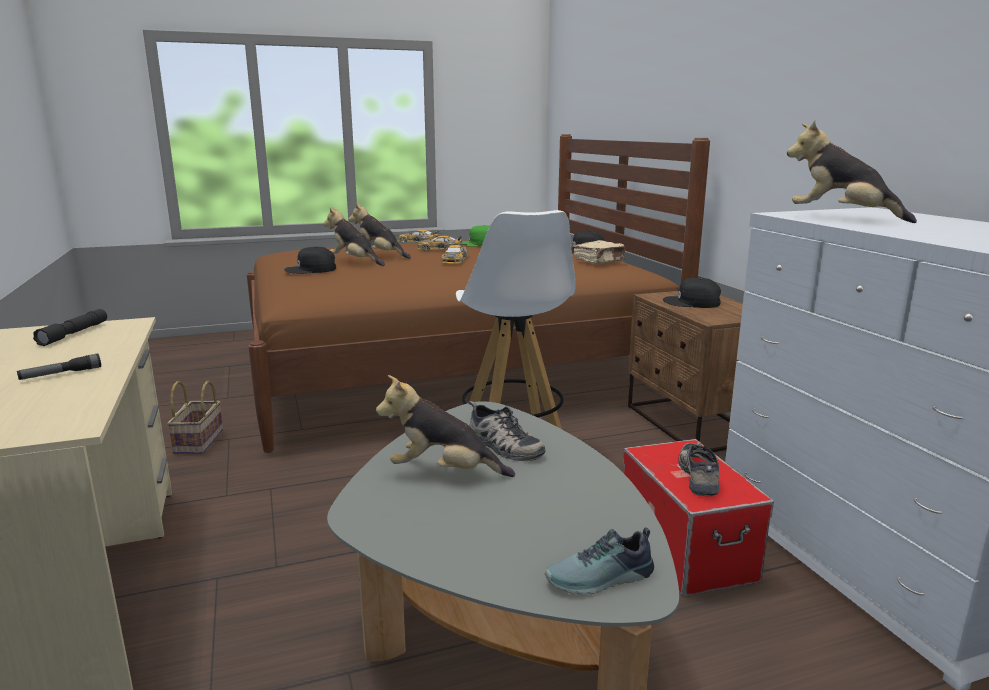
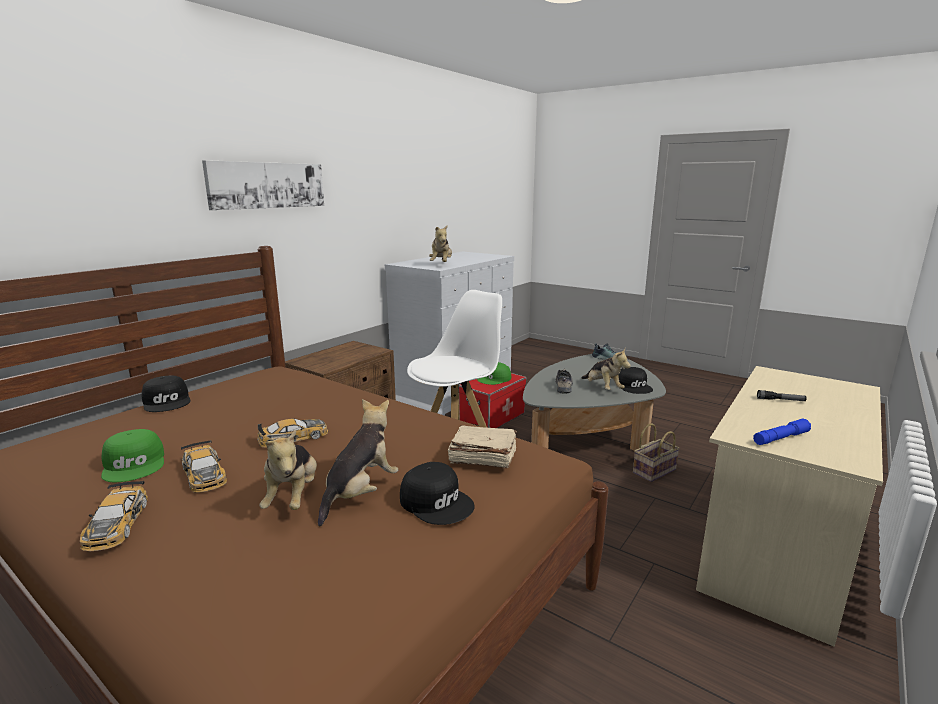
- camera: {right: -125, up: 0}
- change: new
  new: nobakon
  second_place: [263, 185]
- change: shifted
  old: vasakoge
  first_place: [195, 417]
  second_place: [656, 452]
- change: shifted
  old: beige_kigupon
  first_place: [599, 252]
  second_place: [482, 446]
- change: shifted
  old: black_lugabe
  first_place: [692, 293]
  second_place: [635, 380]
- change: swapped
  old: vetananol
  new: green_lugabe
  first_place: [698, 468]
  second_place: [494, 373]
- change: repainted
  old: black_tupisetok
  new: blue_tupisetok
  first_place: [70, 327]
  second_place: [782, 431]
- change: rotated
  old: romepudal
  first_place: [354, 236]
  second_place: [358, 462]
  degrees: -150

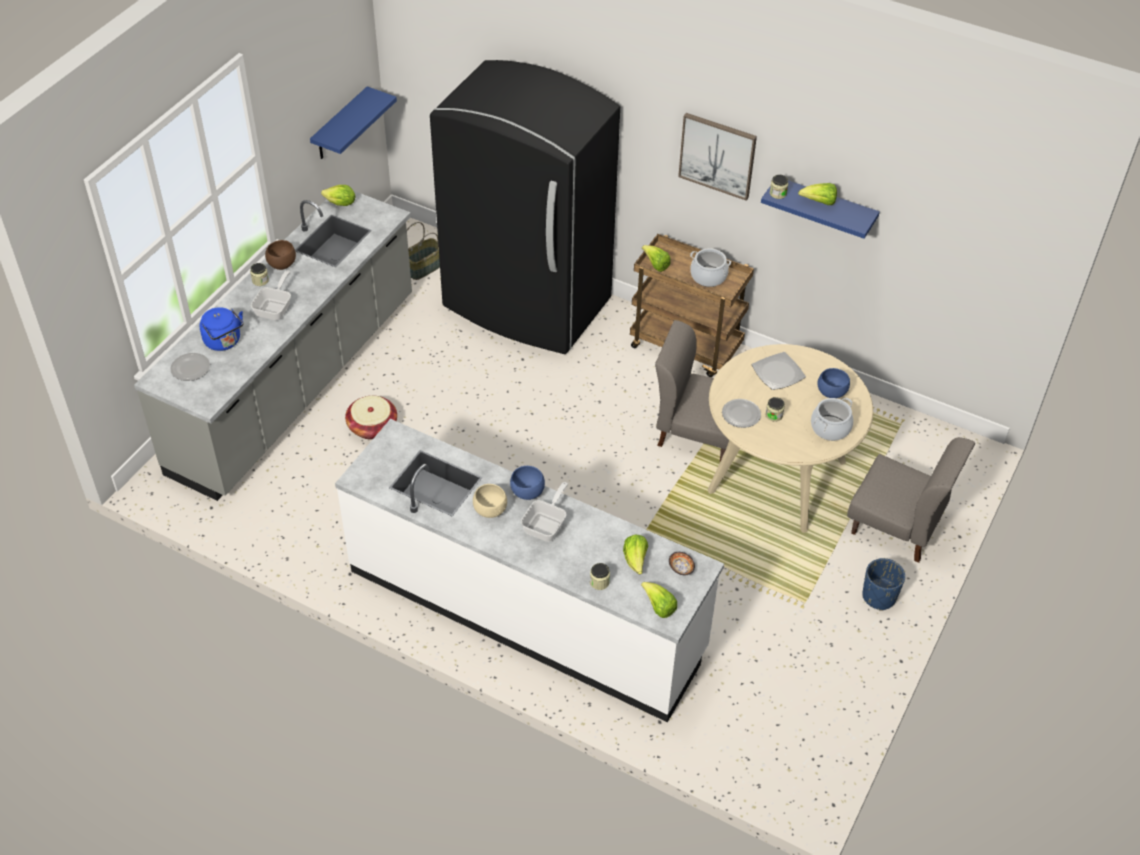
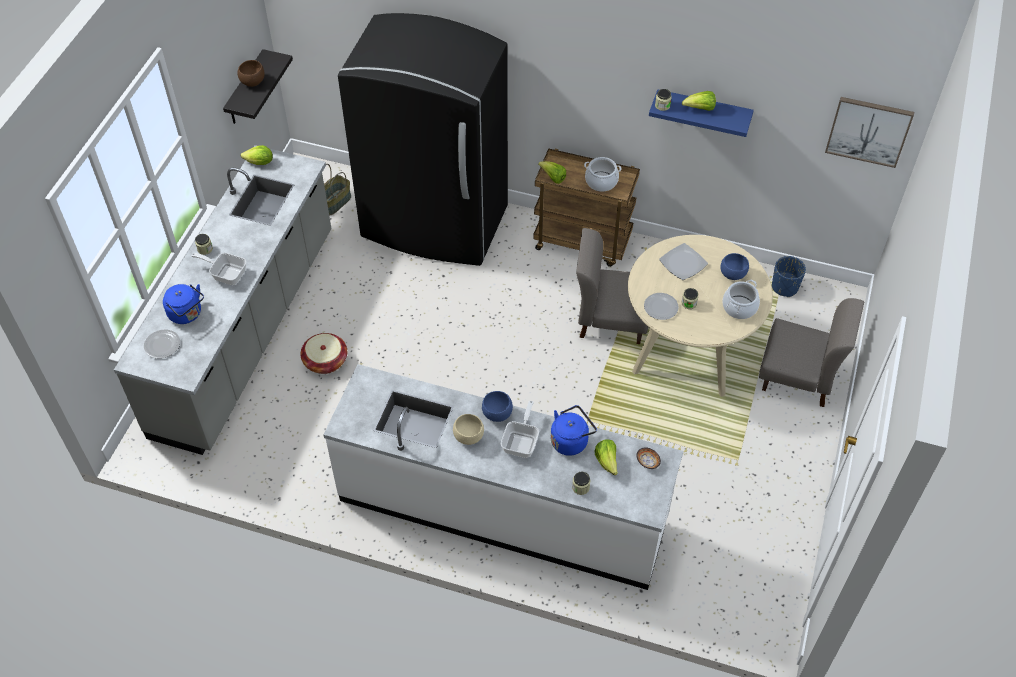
- camera: {right: -10, up: 5}
- change: gone
  old: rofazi
  first_place: [659, 600]
- change: new
  new: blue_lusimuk
  second_place: [574, 430]
- change: shifted
  old: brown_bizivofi
  first_place: [280, 255]
  second_place: [251, 73]
- change: shifted
  old: nobakon
  first_place: [717, 157]
  second_place: [869, 132]
- change: shifted
  old: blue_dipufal
  first_place: [883, 584]
  second_place: [789, 276]
- change: repainted
  old: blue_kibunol
  new: black_kibunol
  first_place: [353, 122]
  second_place: [258, 86]
- change: rotated
  old: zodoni
  first_place: [271, 295]
  second_place: [219, 269]
  degrees: -75

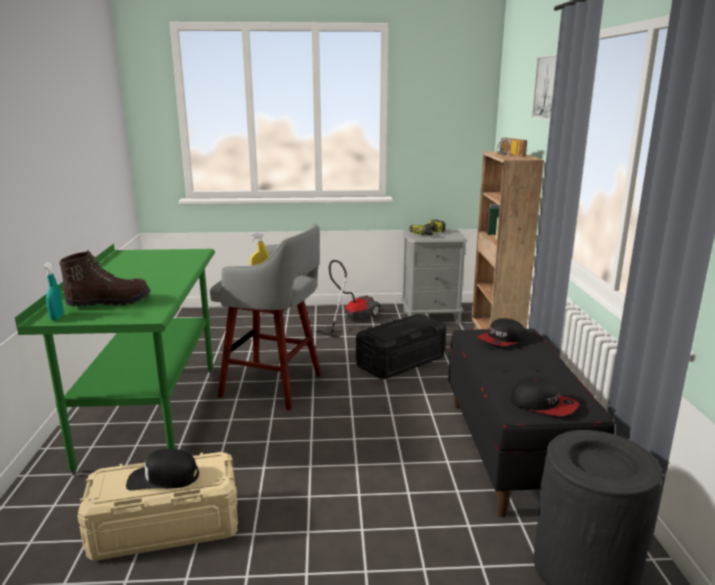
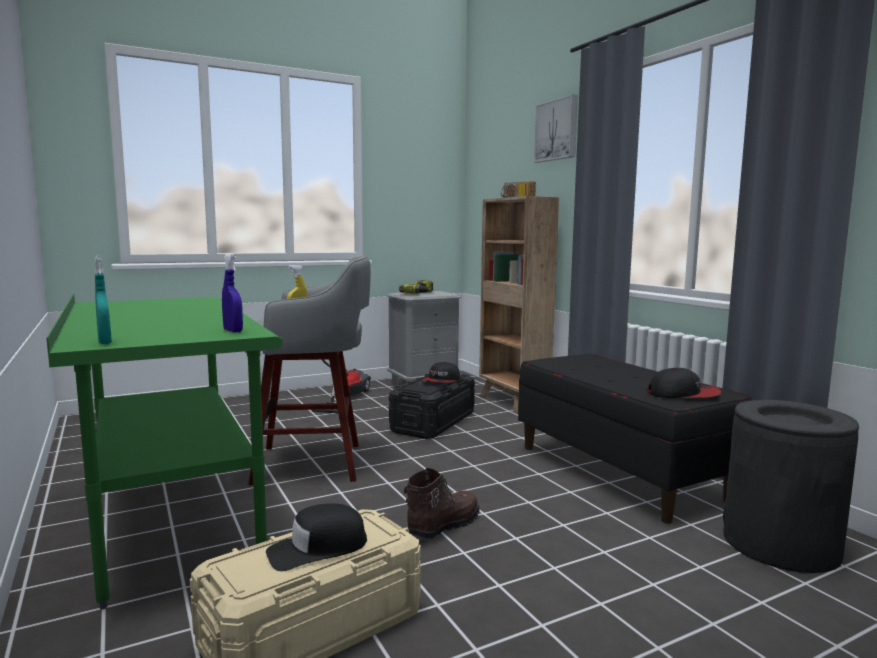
- camera: {right: -25, up: -10}
- change: new
  new: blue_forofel
  second_place: [232, 293]
- change: shifted
  old: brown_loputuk
  first_place: [105, 278]
  second_place: [442, 504]
- change: shifted
  old: lugabe
  first_place: [501, 332]
  second_place: [441, 372]

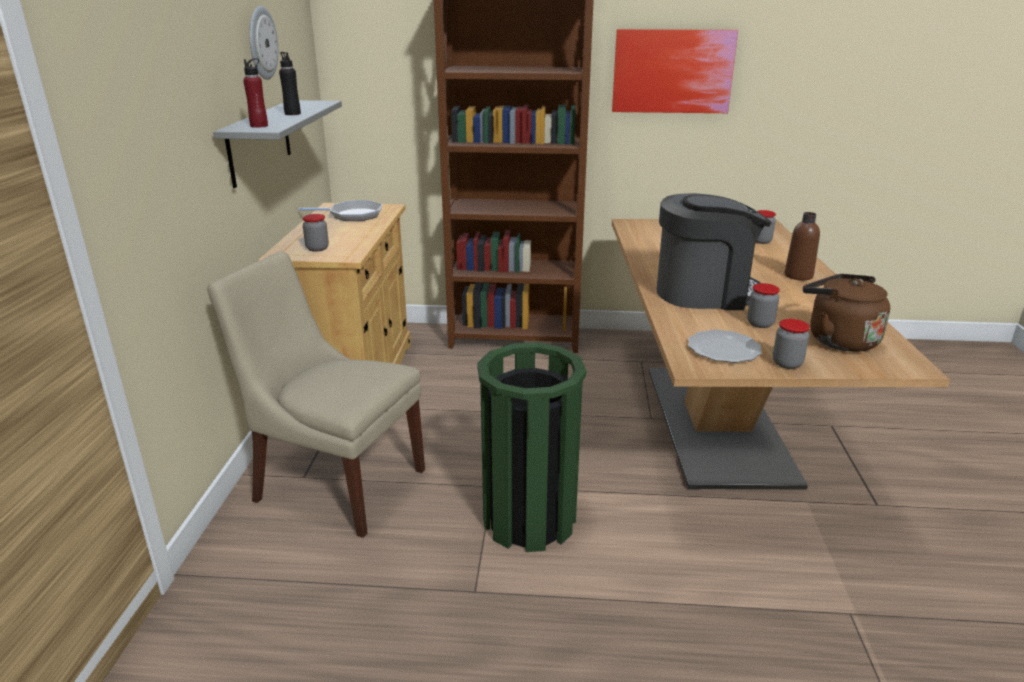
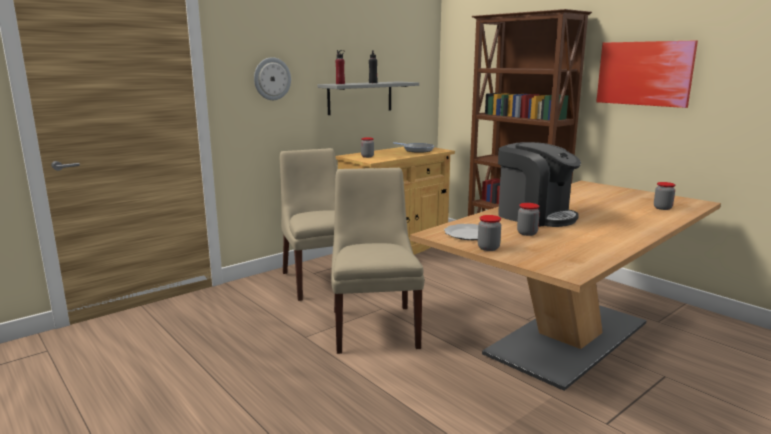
- camera: {right: 45, up: -10}
- change: gone
  old: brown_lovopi
  first_place: [802, 246]
- change: gone
  old: brown_lusimuk
  first_place: [846, 313]
- change: shifted
  old: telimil
  first_place: [263, 43]
  second_place: [272, 78]
- change: swapped
  old: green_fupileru
  new: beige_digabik
  first_place: [531, 447]
  second_place: [377, 261]

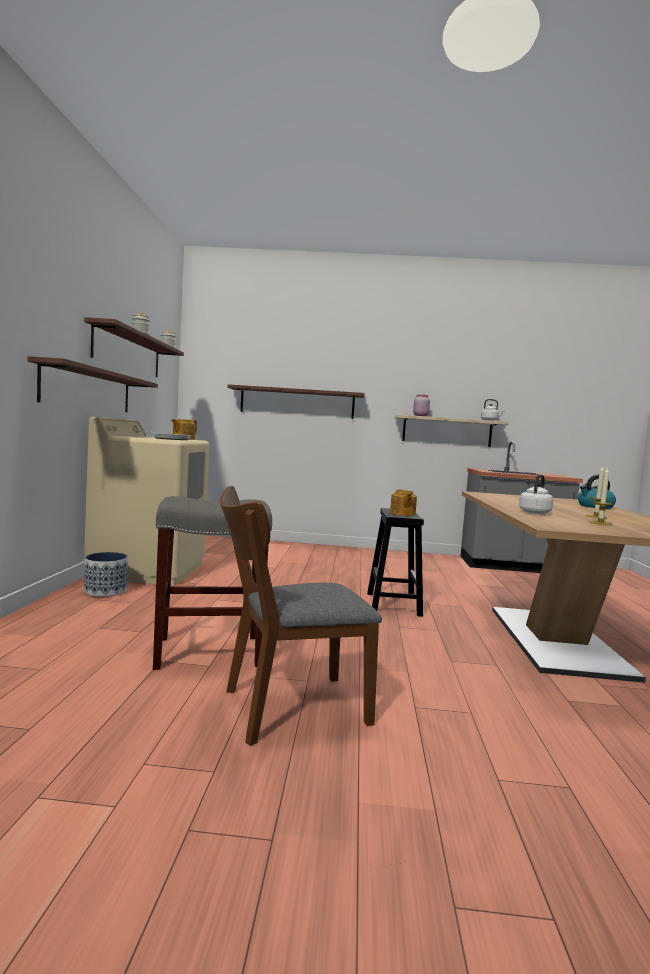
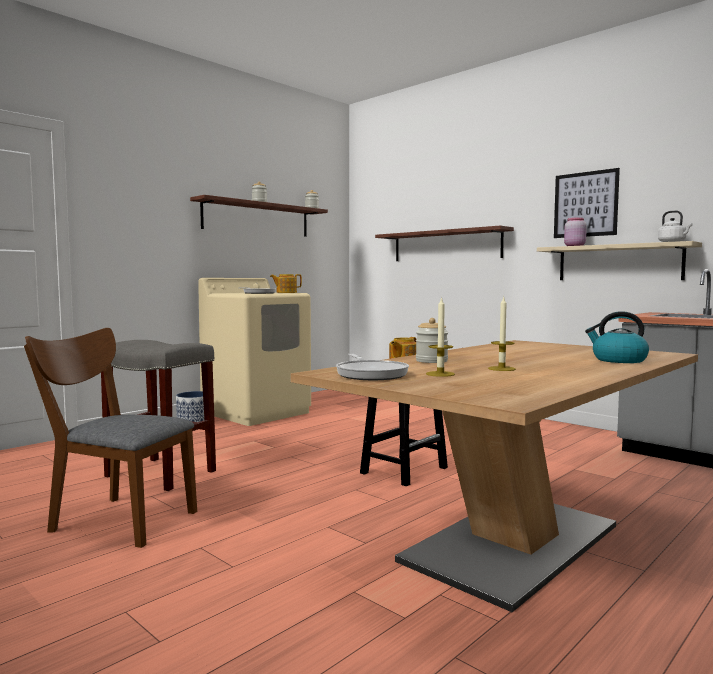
- camera: {right: 40, up: 0}
- change: gone
  old: kibunol
  first_place: [92, 384]
- change: new
  new: zodoni
  second_place: [372, 367]
- change: new
  new: nobakon
  second_place: [587, 203]
- change: swapped
  old: white_lusimuk
  new: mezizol
  first_place: [536, 494]
  second_place: [432, 340]

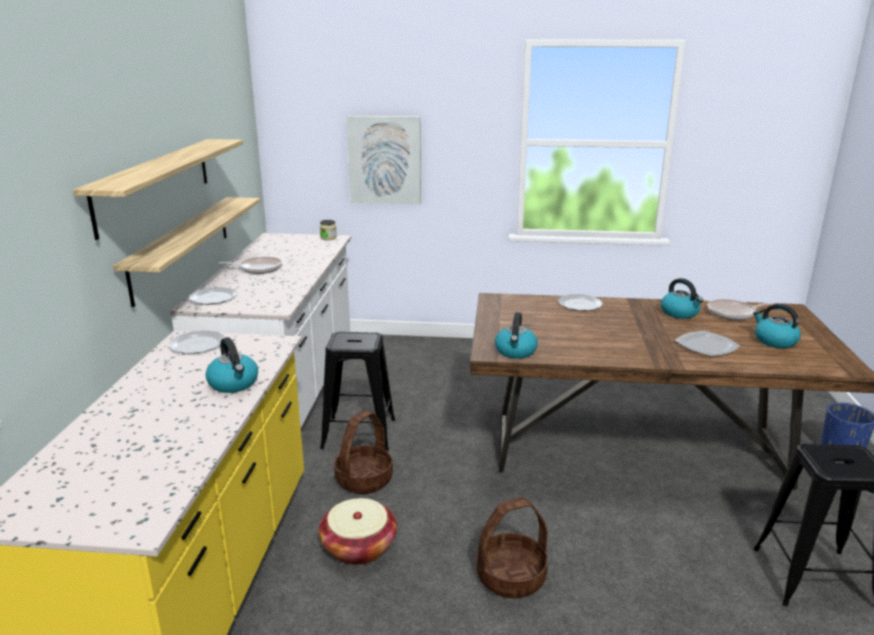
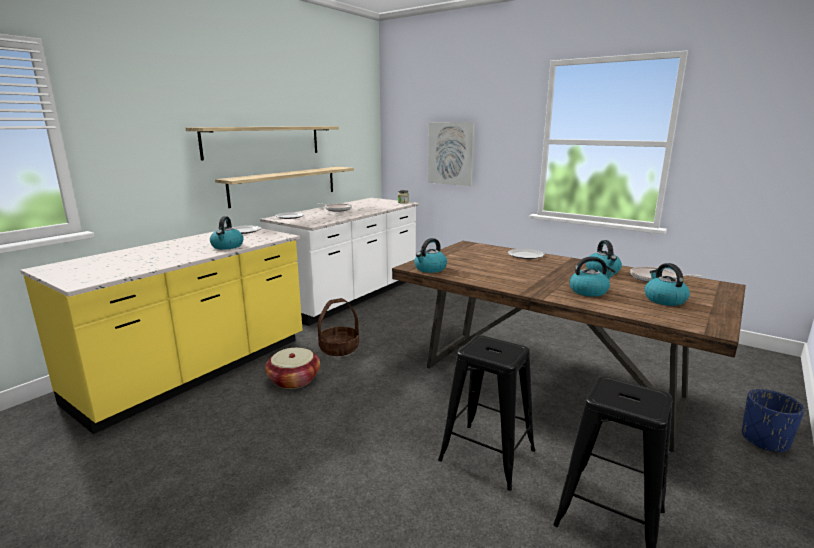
- camera: {right: 30, up: -5}
- change: gone
  old: vasakoge
  first_place: [512, 547]
- change: shifted
  old: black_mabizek
  first_place: [357, 391]
  second_place: [486, 413]
- change: swapped
  old: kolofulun
  new: lusimuk
  first_place: [707, 343]
  second_place: [593, 276]

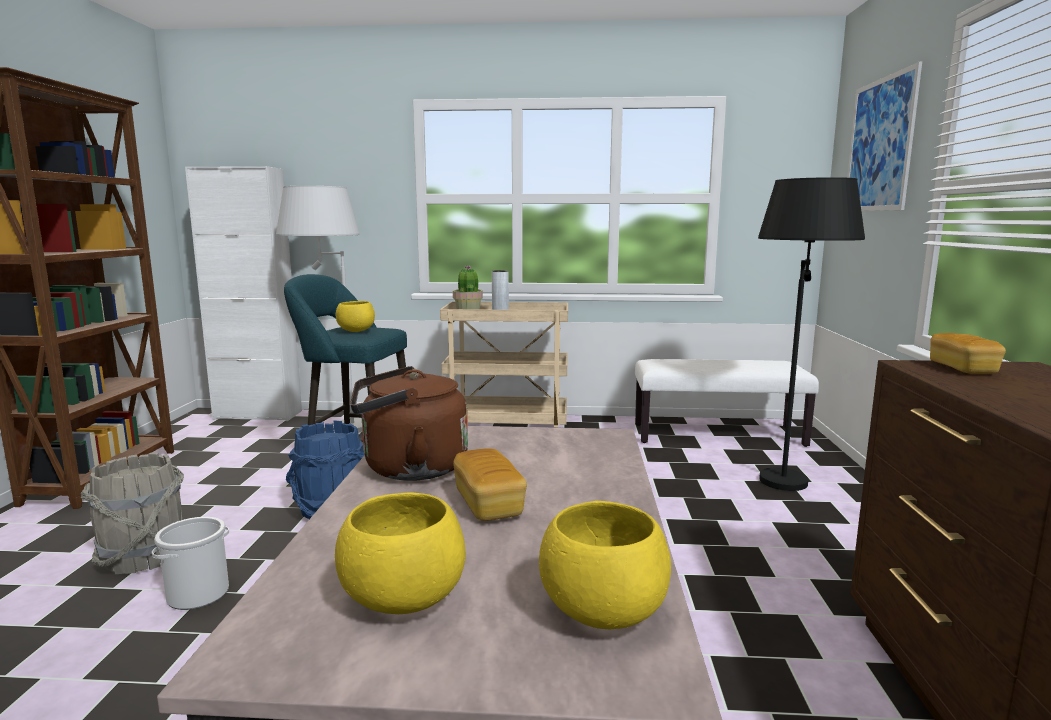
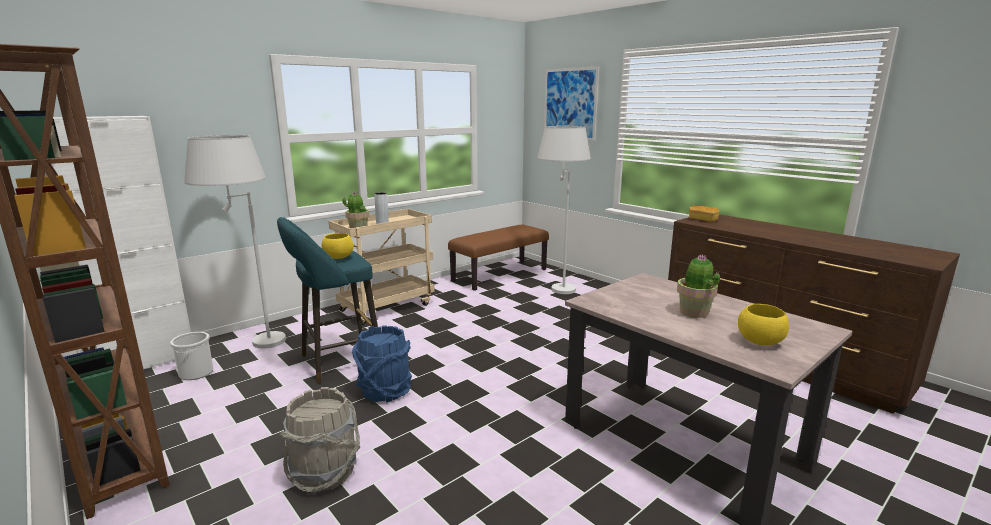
- camera: {right: -45, up: 5}
- change: gone
  old: brown_lusimuk
  first_place: [409, 423]
- change: gone
  old: yellow_bizivofi
  first_place: [605, 565]
- change: shifted
  old: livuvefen
  first_place: [190, 563]
  second_place: [191, 356]
- change: swapped
  old: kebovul
  new: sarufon
  first_place: [490, 484]
  second_place: [698, 286]
- change: repainted
  old: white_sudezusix
  new: brown_sudezusix
  first_place: [727, 403]
  second_place: [498, 258]
- change: repainted
  old: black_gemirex
  new: white_gemirex
  first_place: [811, 334]
  second_place: [564, 210]

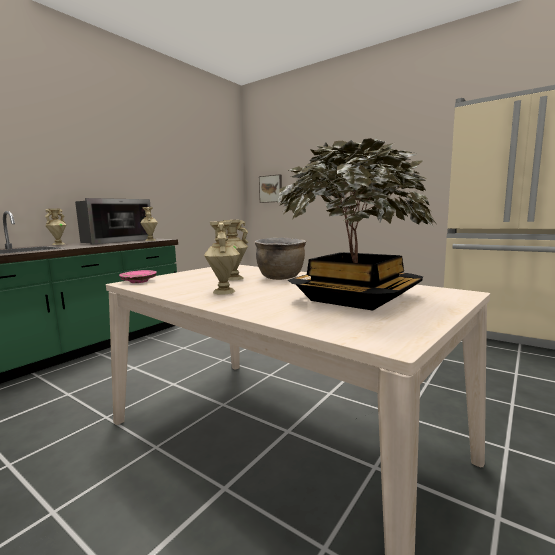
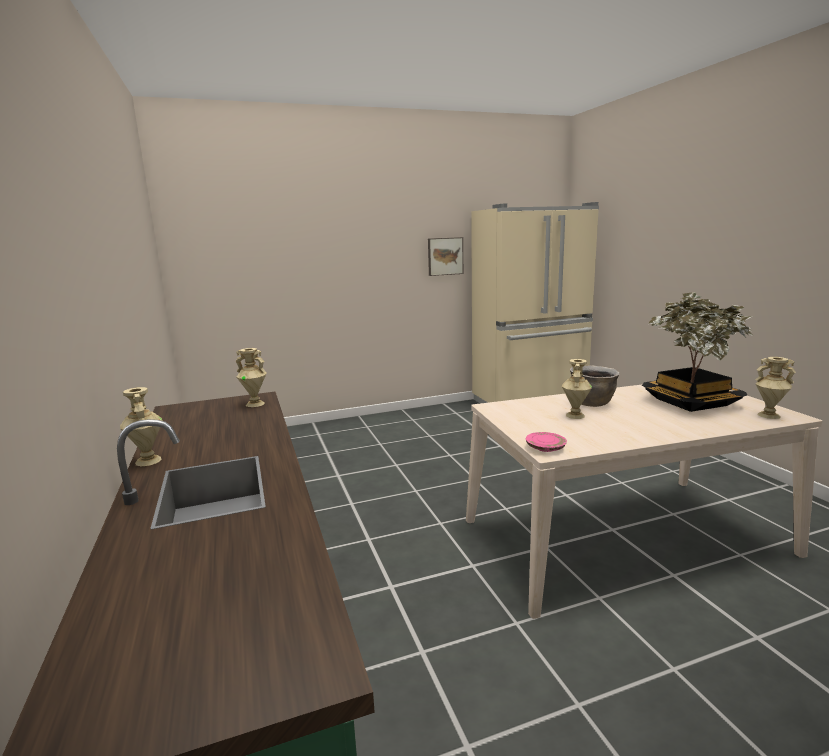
- camera: {right: -55, up: 5}
- change: gone
  old: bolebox
  first_place: [114, 221]
- change: shifted
  old: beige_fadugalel
  first_place: [222, 258]
  second_place: [775, 388]
- change: shifted
  old: nobakon
  first_place: [270, 188]
  second_place: [445, 256]

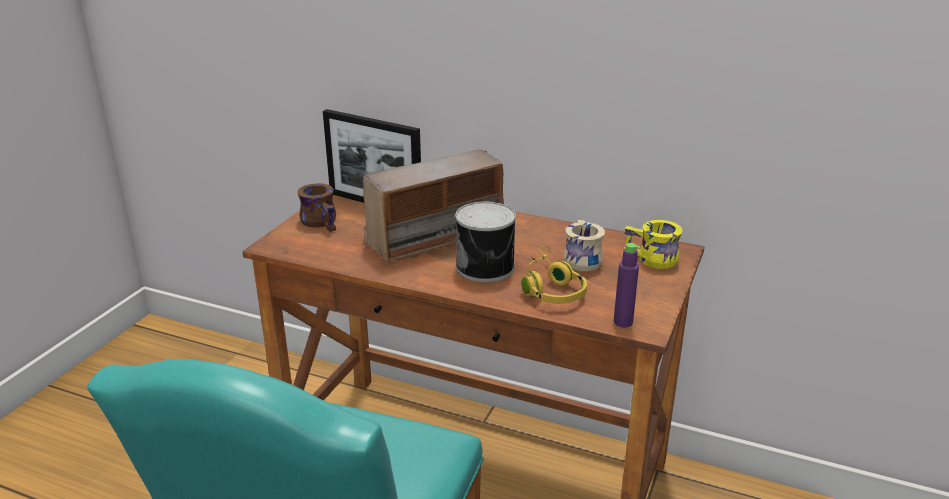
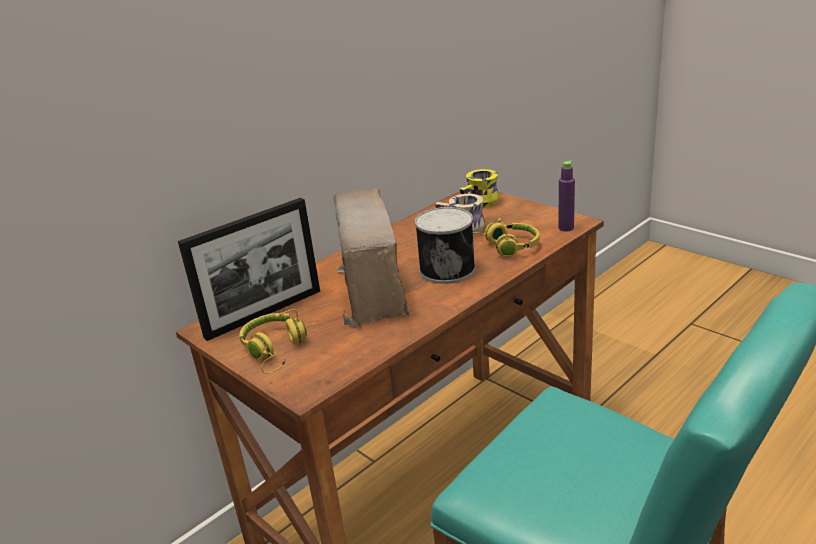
- camera: {right: -65, up: 0}
- change: swapped
  old: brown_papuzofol
  new: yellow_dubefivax
  first_place: [316, 207]
  second_place: [273, 341]

